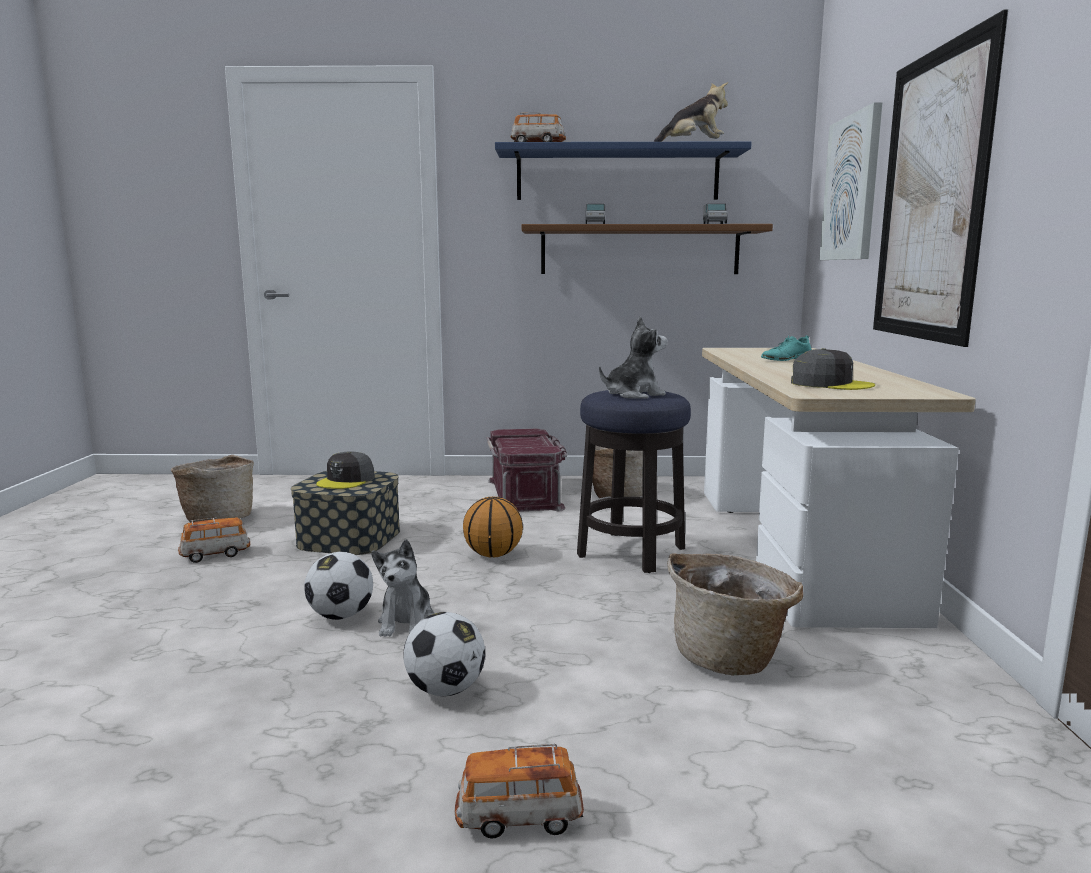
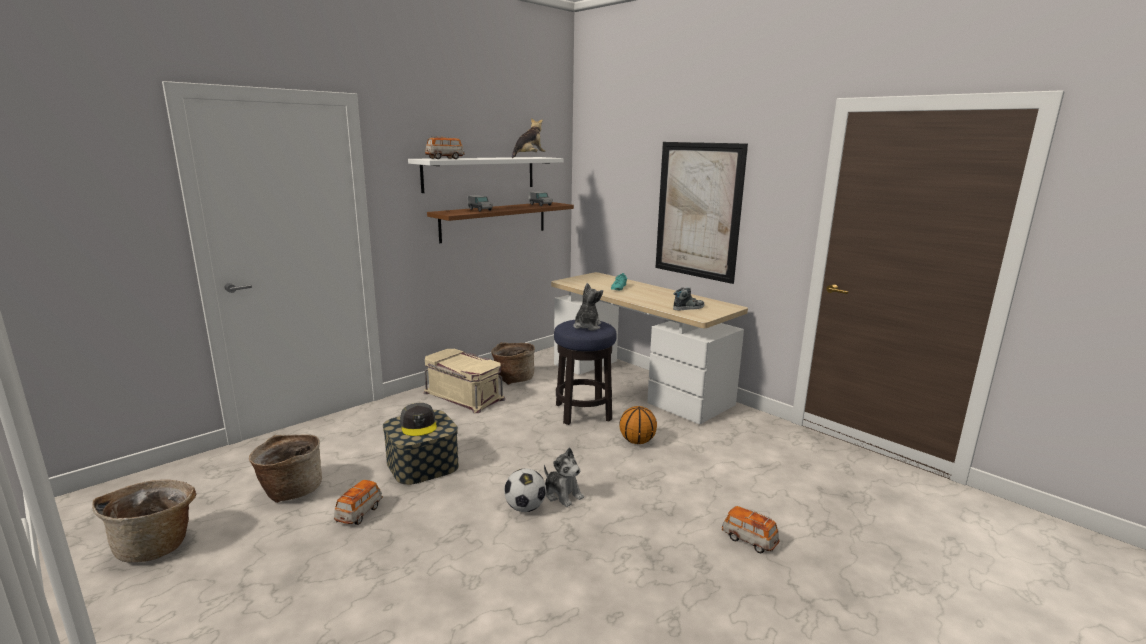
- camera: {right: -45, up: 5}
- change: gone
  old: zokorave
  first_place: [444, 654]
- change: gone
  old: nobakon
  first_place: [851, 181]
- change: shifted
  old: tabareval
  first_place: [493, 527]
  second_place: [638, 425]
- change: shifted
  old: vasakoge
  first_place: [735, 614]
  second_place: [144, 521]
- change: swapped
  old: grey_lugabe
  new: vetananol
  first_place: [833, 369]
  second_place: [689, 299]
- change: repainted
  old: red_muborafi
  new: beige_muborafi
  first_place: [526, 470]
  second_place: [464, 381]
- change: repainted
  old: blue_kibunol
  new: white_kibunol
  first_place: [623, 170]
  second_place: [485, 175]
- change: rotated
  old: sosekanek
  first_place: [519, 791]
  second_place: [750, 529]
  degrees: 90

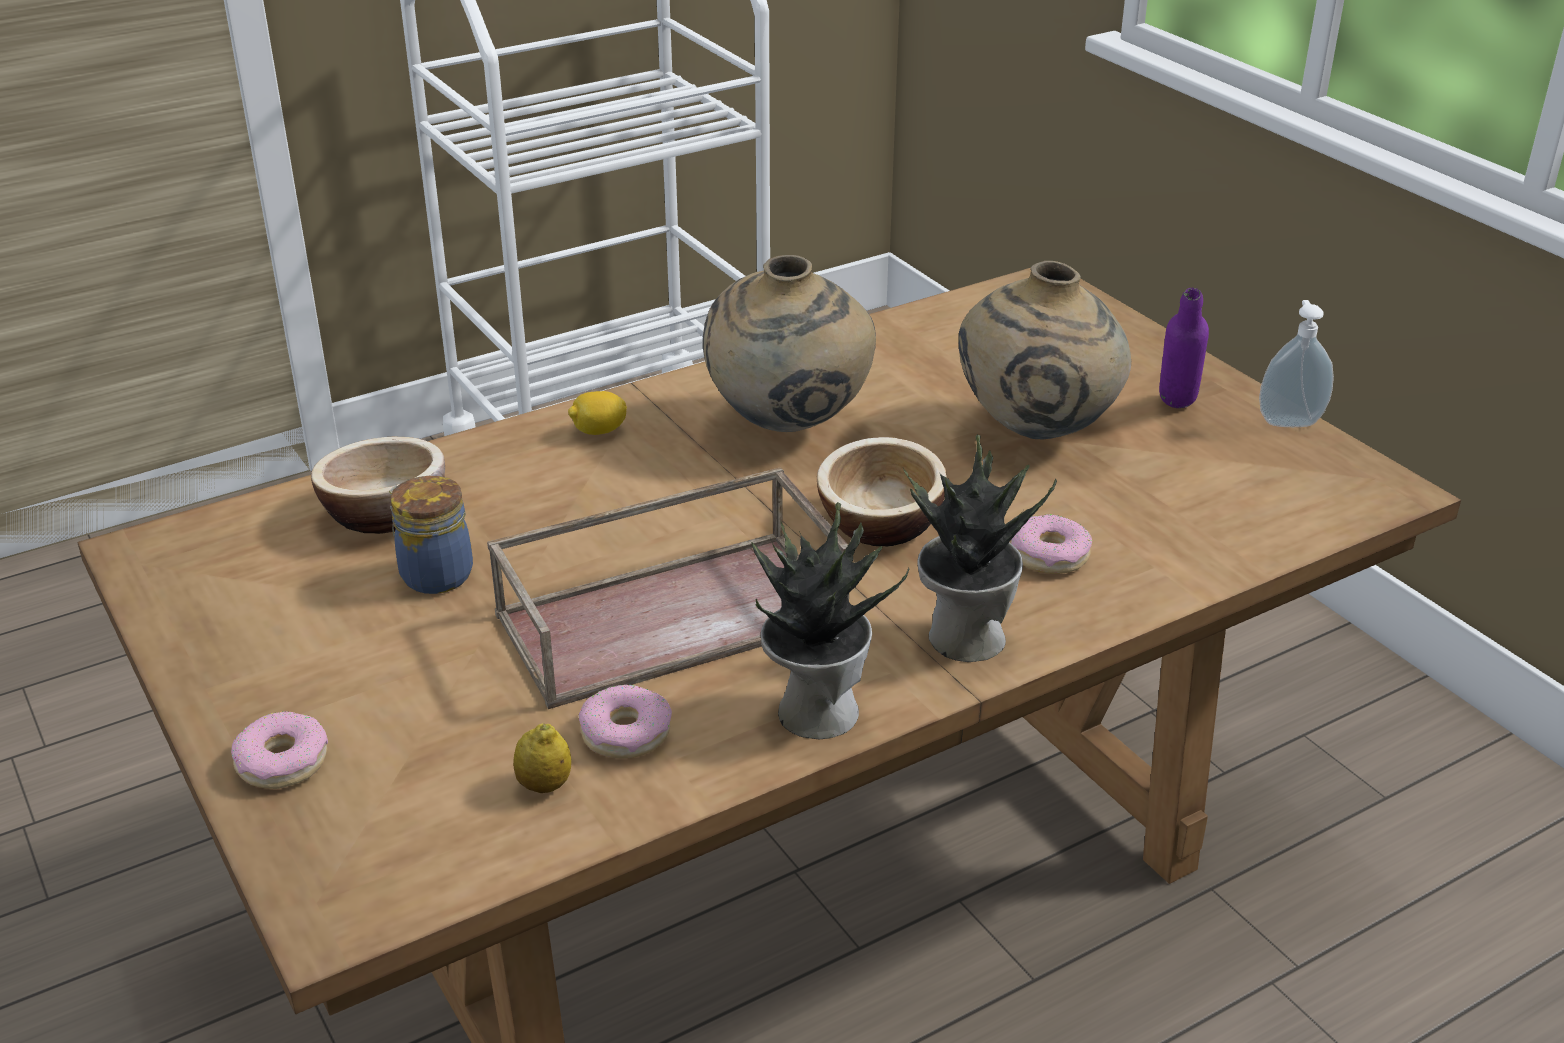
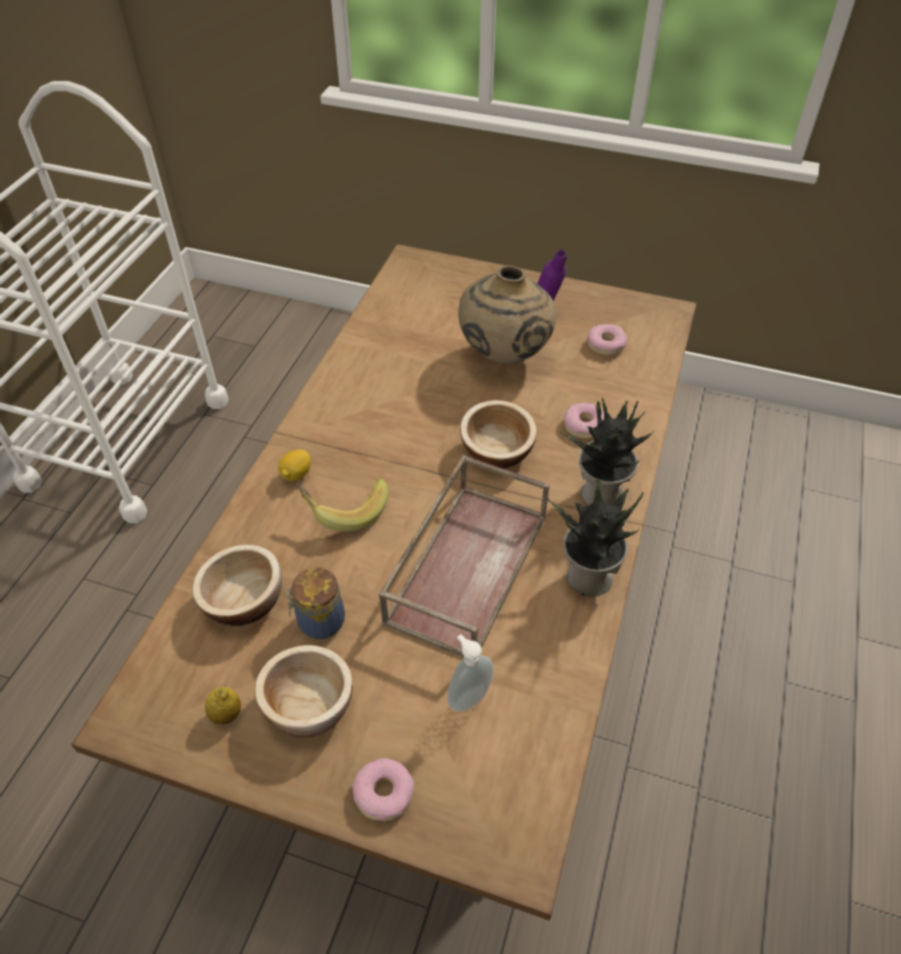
- camera: {right: -40, up: 15}
- change: gone
  old: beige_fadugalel
  first_place: [789, 343]
- change: new
  new: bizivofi
  second_place: [304, 691]
- change: new
  new: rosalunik
  second_place: [342, 505]
- change: shifted
  old: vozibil
  first_place: [542, 758]
  second_place: [223, 706]
- change: shifted
  old: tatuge
  first_place: [625, 721]
  second_place: [607, 340]
- change: shifted
  old: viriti
  first_place: [1296, 363]
  second_place: [470, 673]

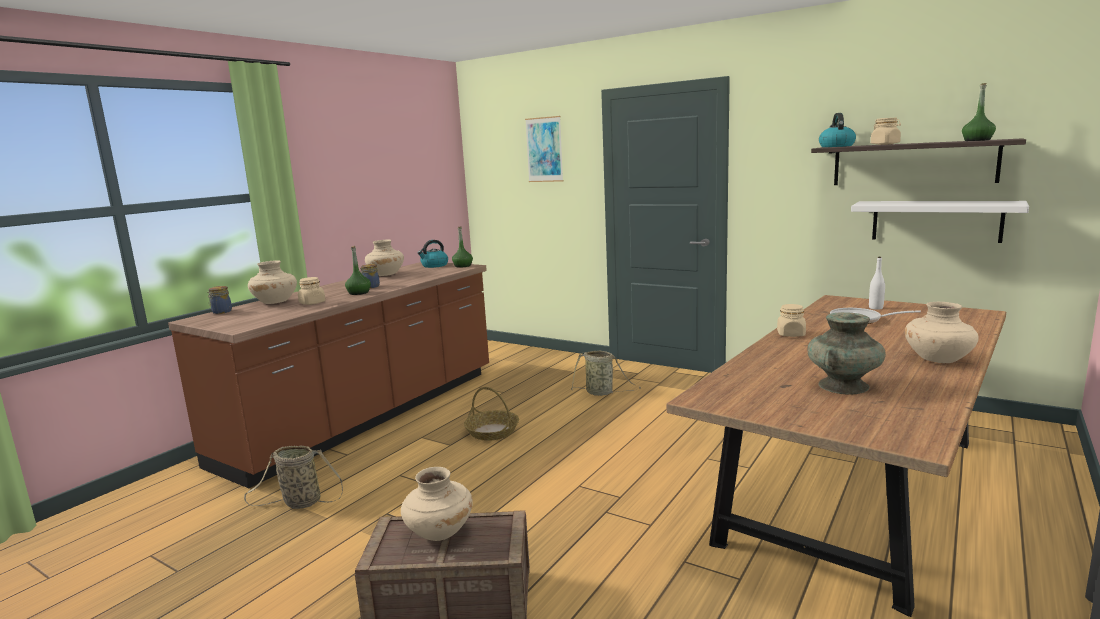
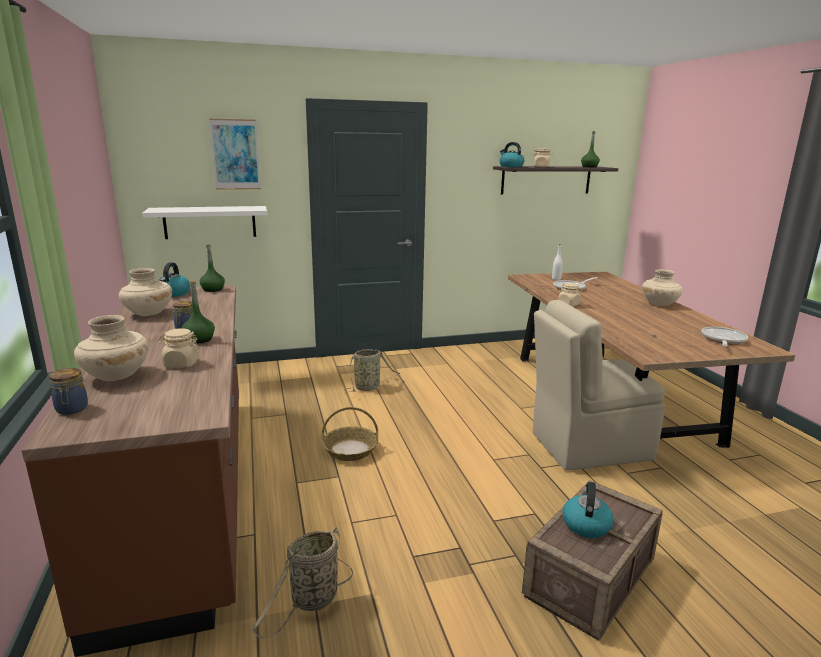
- camera: {right: -50, up: 5}
- change: gone
  old: turquoise_fadugalel
  first_place: [846, 353]
- change: new
  new: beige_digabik
  second_place: [599, 385]
- change: new
  new: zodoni
  second_place: [725, 337]
- change: shifted
  old: white_kibunol
  first_place: [940, 222]
  second_place: [204, 222]
- change: swapped
  old: beige_fadugalel
  new: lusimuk
  first_place: [437, 504]
  second_place: [588, 510]

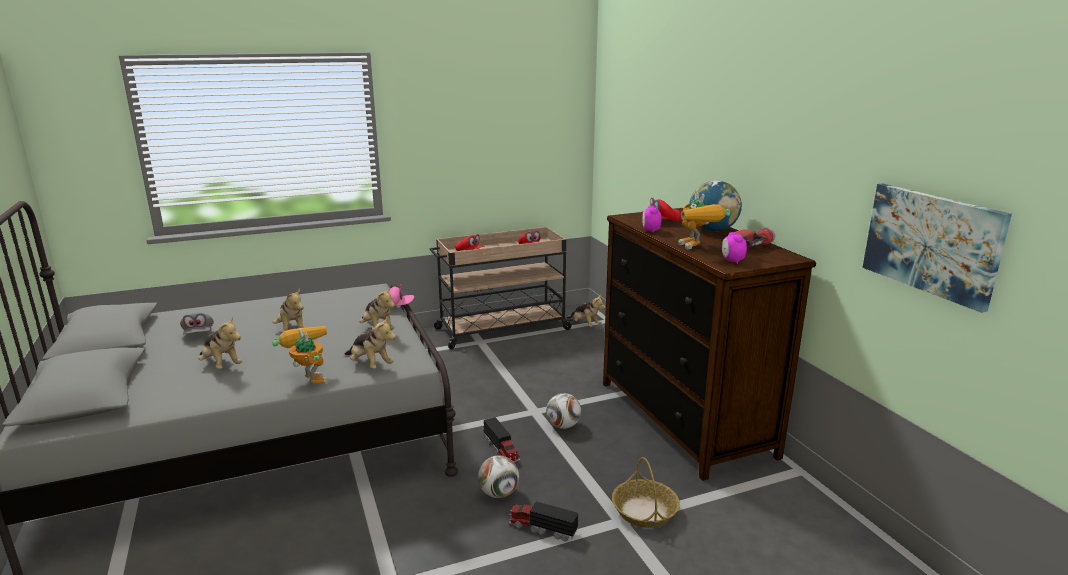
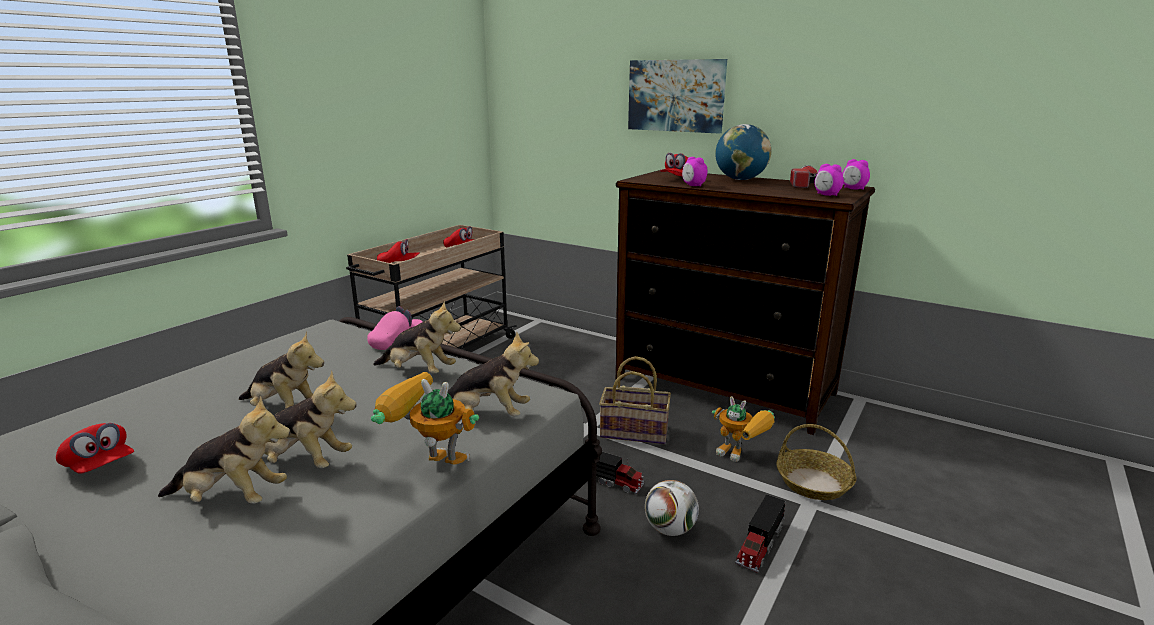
- camera: {right: -35, up: 0}
- change: new
  new: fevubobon
  second_place: [856, 174]
- change: shifted
  old: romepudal
  first_place: [586, 310]
  second_place: [311, 419]
- change: shifted
  old: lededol
  first_place: [704, 220]
  second_place: [743, 429]
- change: shifted
  old: nobakon
  first_place: [937, 248]
  second_place: [677, 96]
- change: swapped
  old: zokorave
  new: vasakoge
  first_place: [563, 411]
  second_place: [635, 400]
- change: repainted
  old: grey_lugabe
  new: red_lugabe
  first_place: [197, 323]
  second_place: [95, 448]
- change: rotated
  old: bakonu
  first_place: [544, 521]
  second_place: [760, 533]
  degrees: -45

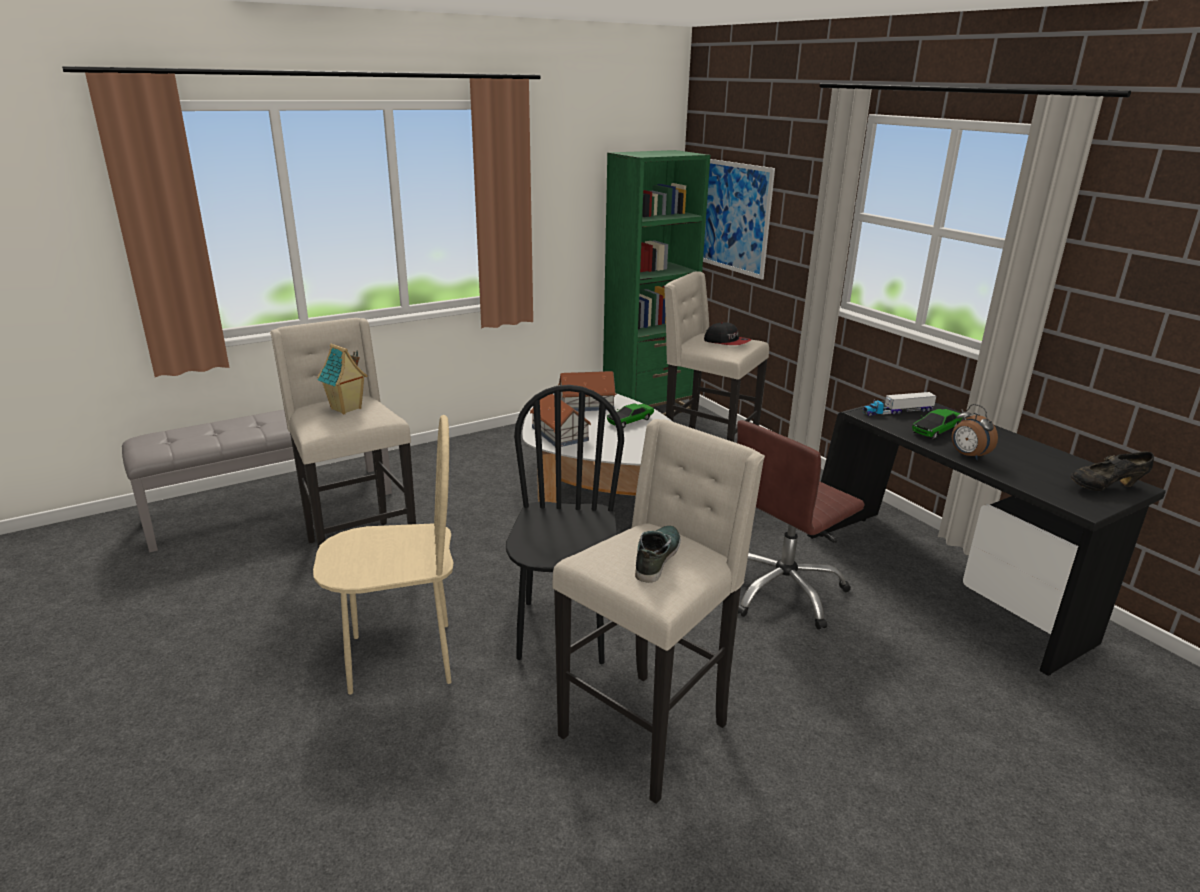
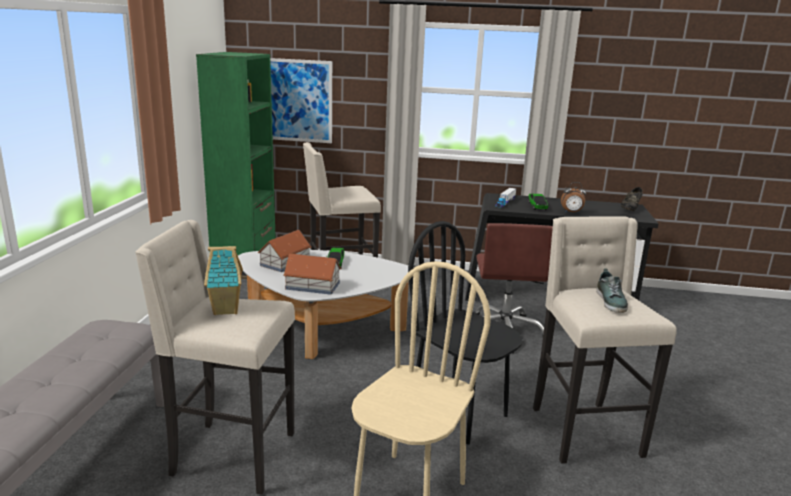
- camera: {right: -50, up: -5}
- change: gone
  old: lugabe
  first_place: [727, 333]
- change: rotated
  old: vetananol
  first_place: [658, 554]
  second_place: [612, 290]
  degrees: -150

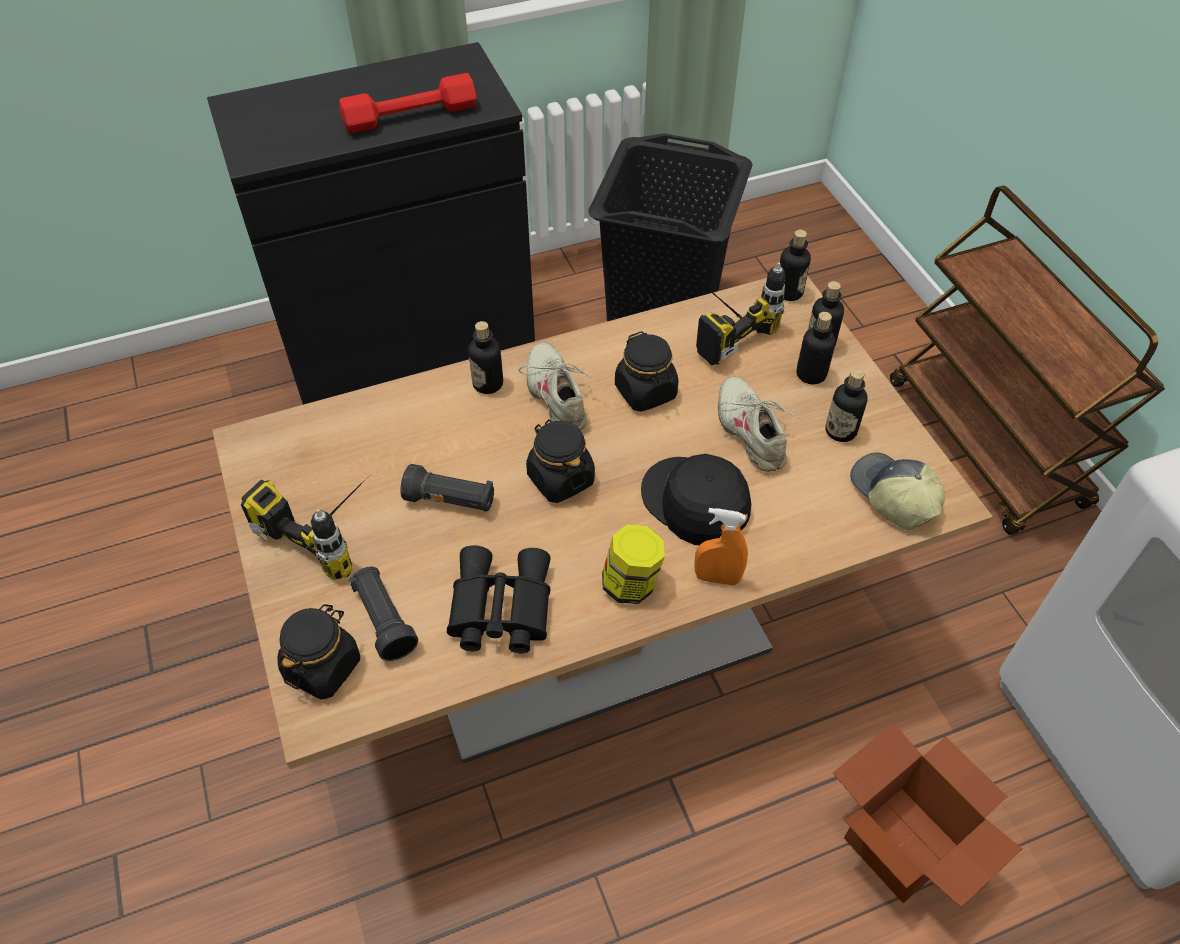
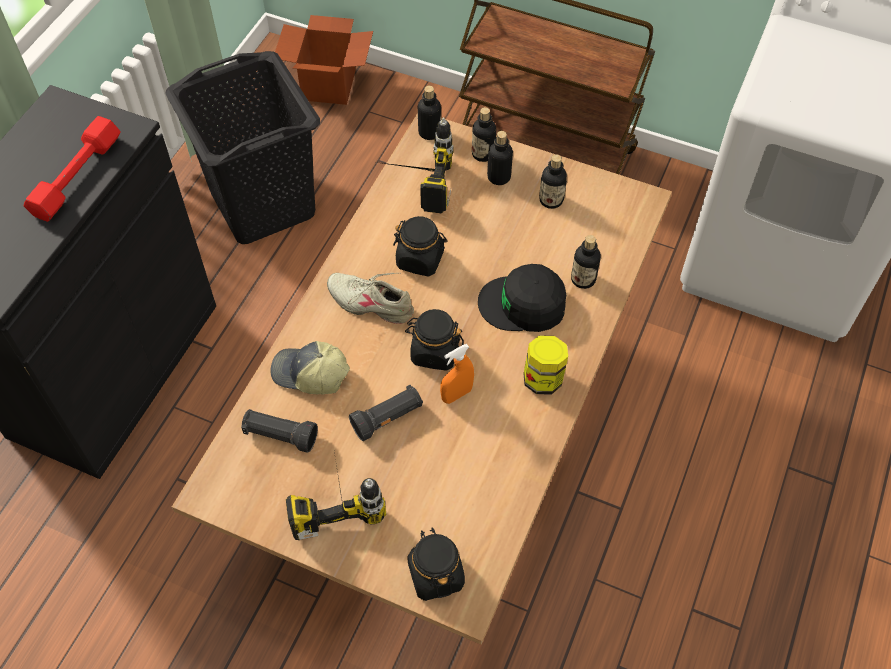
- camera: {right: -45, up: 5}
- change: gone
  old: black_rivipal
  first_place: [499, 599]
- change: gone
  old: beige_vetananol
  first_place: [760, 424]
- change: shifted
  old: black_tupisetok
  first_place: [383, 613]
  second_place: [279, 431]
- change: shifted
  old: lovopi
  first_place: [485, 357]
  second_place: [586, 262]
- change: shifted
  old: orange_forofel
  first_place: [721, 547]
  second_place: [457, 374]
- change: shifted
  old: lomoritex
  first_place: [927, 815]
  second_place: [324, 60]
- change: shifted
  old: lugabe
  first_place: [897, 491]
  second_place: [310, 368]

